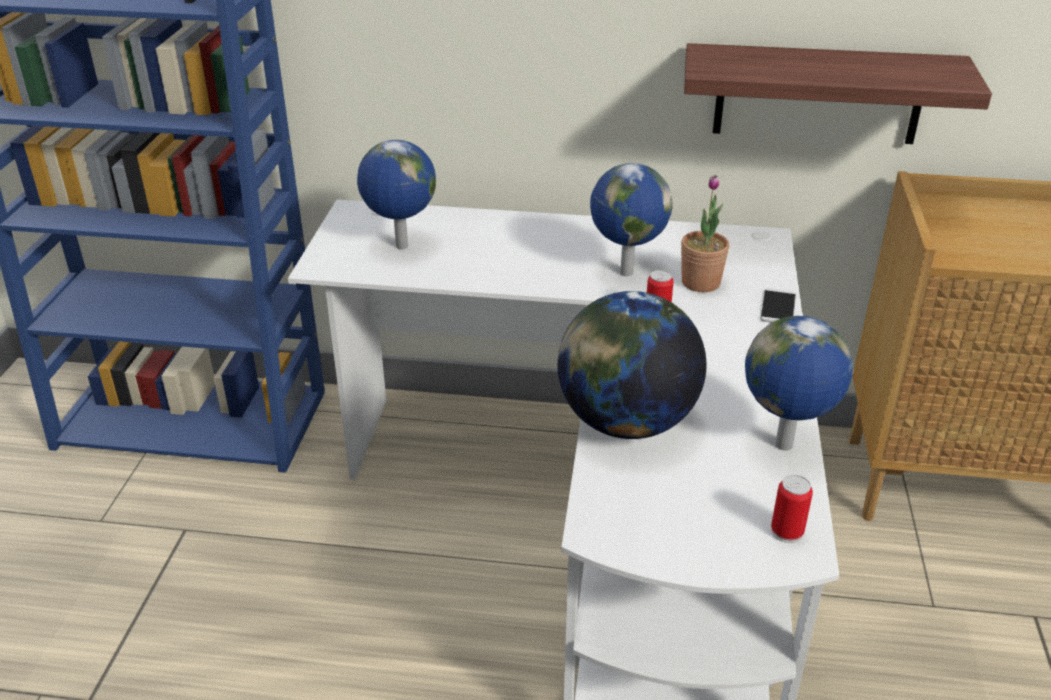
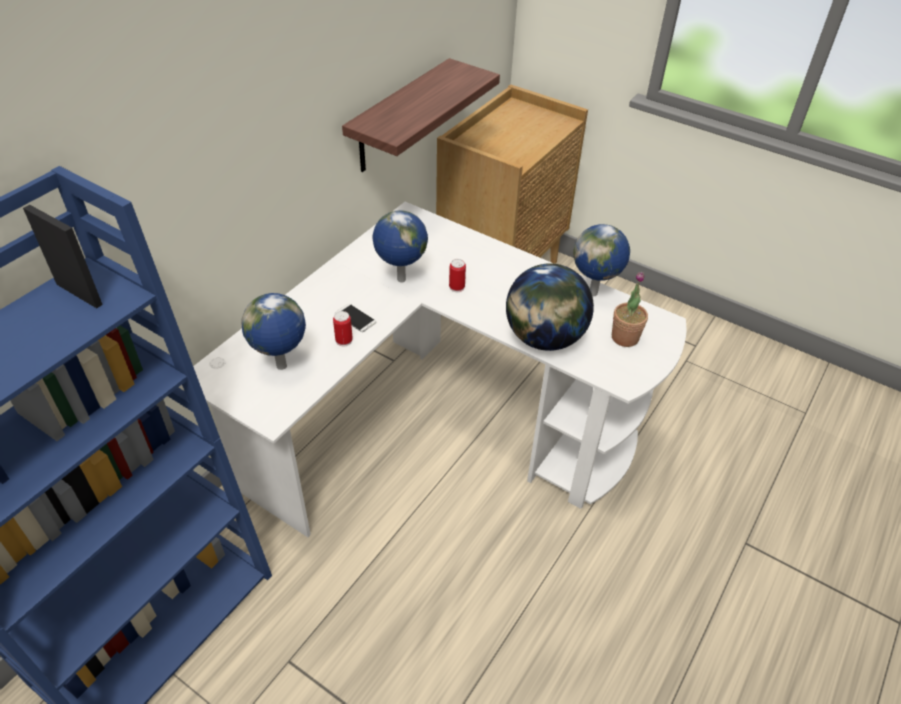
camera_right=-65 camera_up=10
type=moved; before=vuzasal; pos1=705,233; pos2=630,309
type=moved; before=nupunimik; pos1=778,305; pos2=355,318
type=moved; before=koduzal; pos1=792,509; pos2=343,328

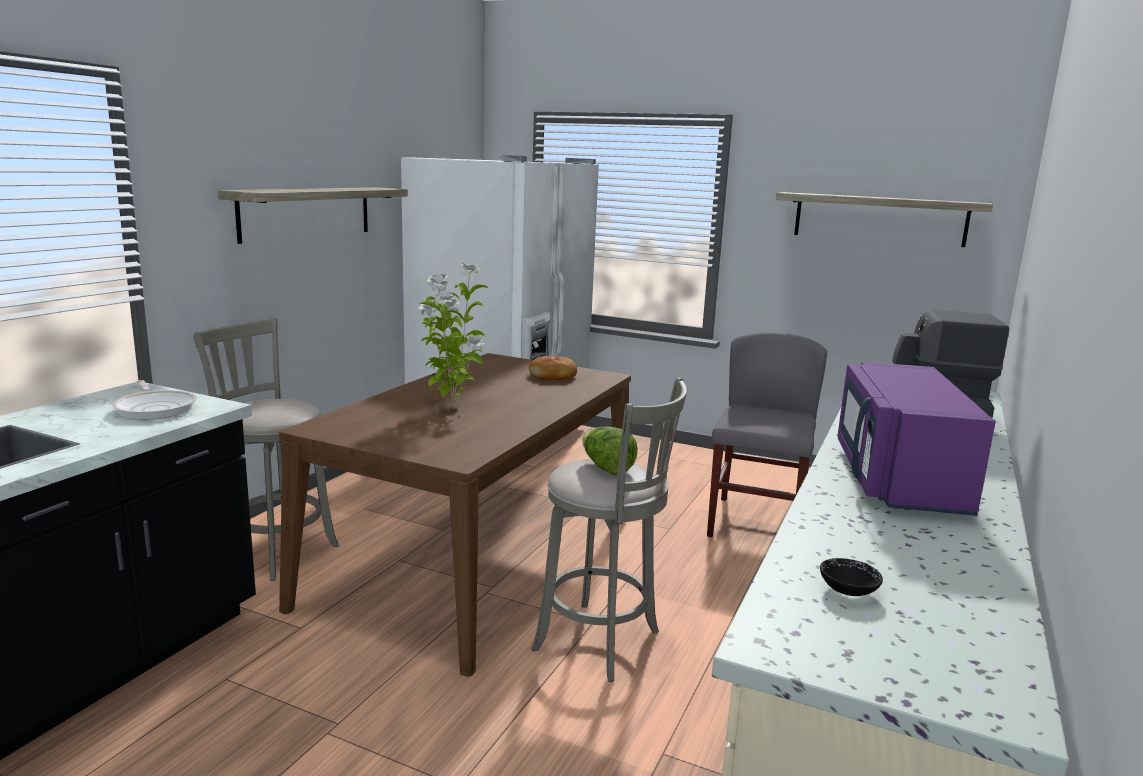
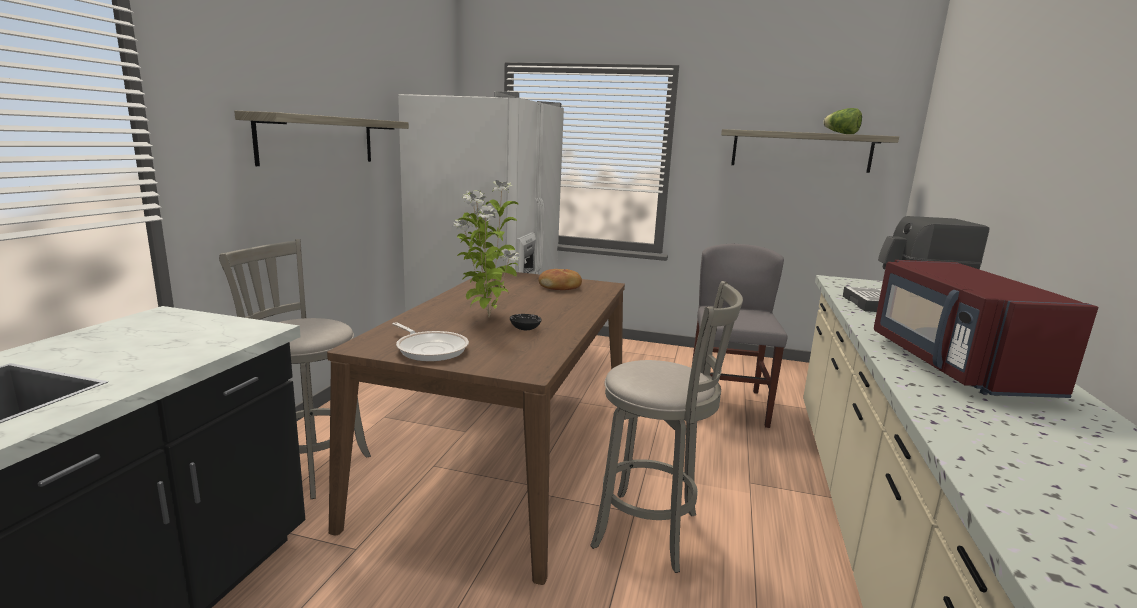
camera_right=-10 camera_up=0
type=recoloured; before=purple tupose; after=red tupose; pos1=917,439; pos2=986,329
type=moved; before=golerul; pos1=154,399; pos2=430,341
type=moved; before=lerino; pos1=610,451; pos2=842,121
type=moved; before=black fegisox; pos1=851,577; pos2=526,322

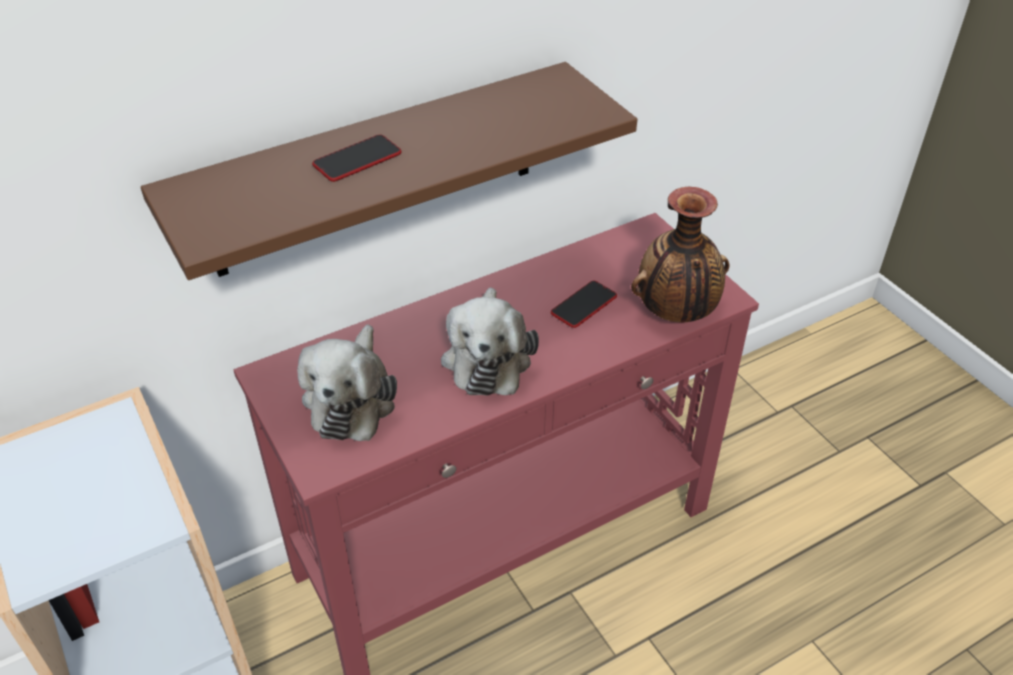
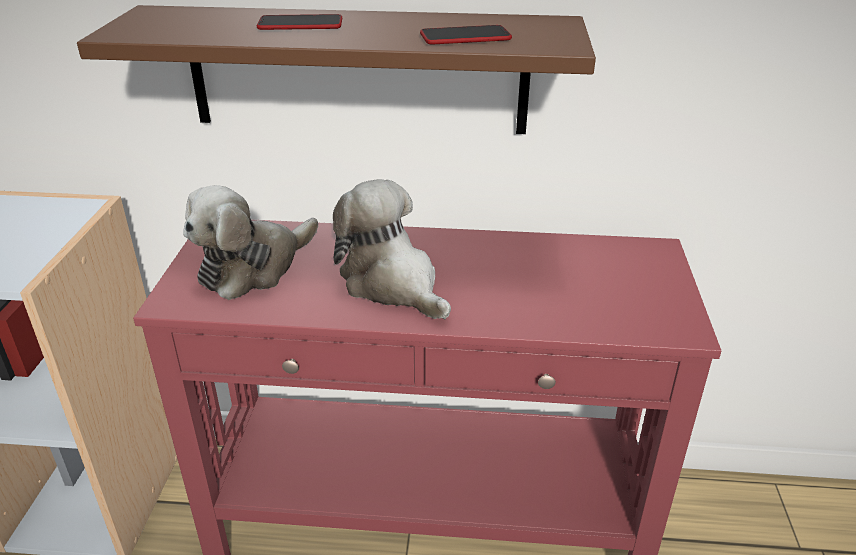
camera_right=35 camera_up=-10
type=removed; before=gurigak; pos1=680,254
type=moved; before=nupunimik; pos1=584,304; pos2=466,34
type=turned; before=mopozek; pos1=490,341; pos2=392,249; turn=105

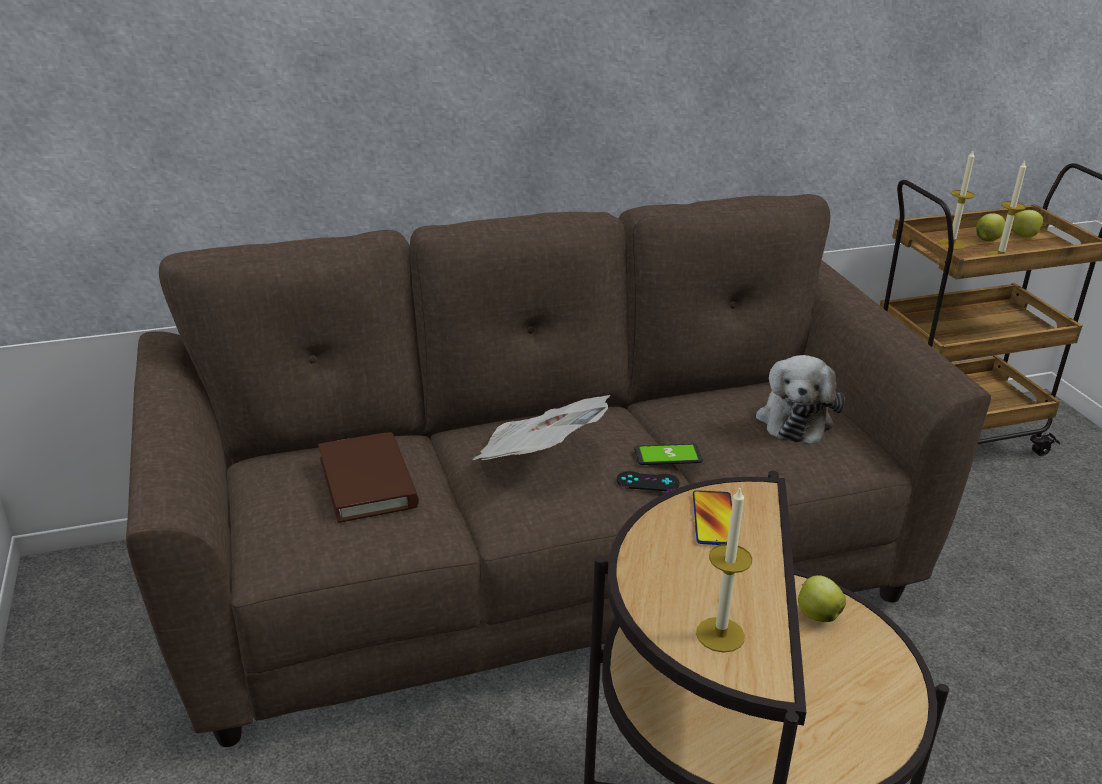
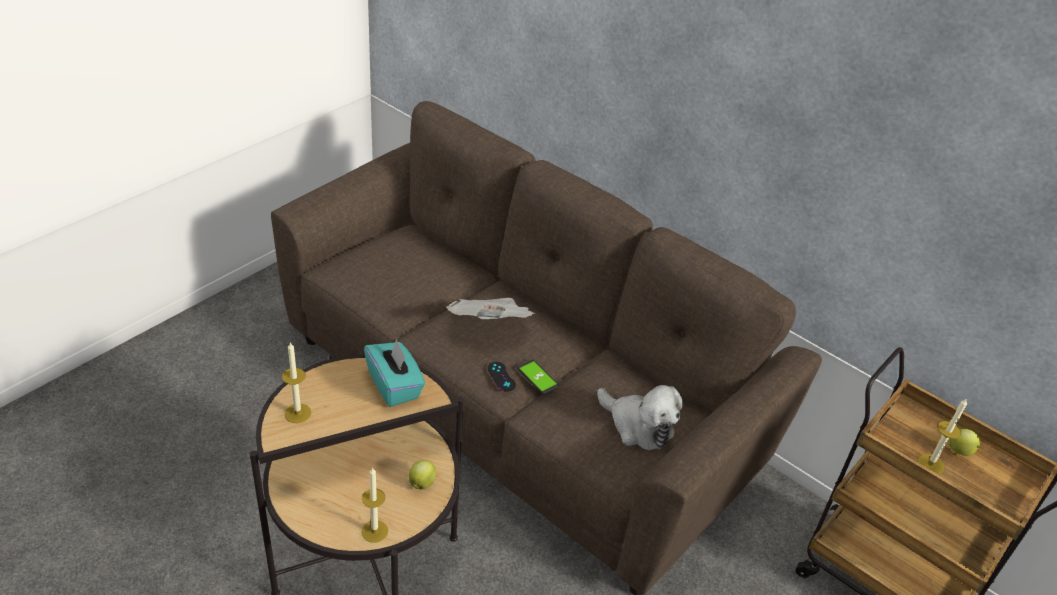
camera_right=55 camera_up=10
type=moved; before=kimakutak; pos1=956,200; pos2=374,505
type=removed; before=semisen; pos1=1028,223
type=turned; before=mopozek; pos1=800,399; pos2=640,417; turn=-120
type=removed; before=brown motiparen; pos1=368,477
type=replaced; before=nupunimik; after=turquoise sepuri; pos1=712,517; pos2=394,373

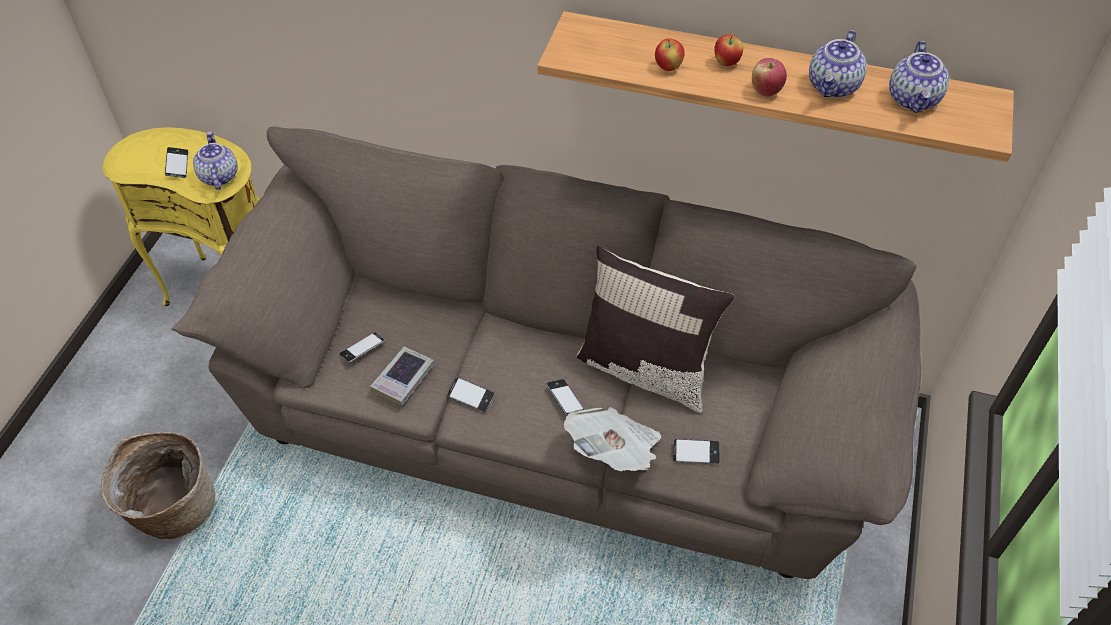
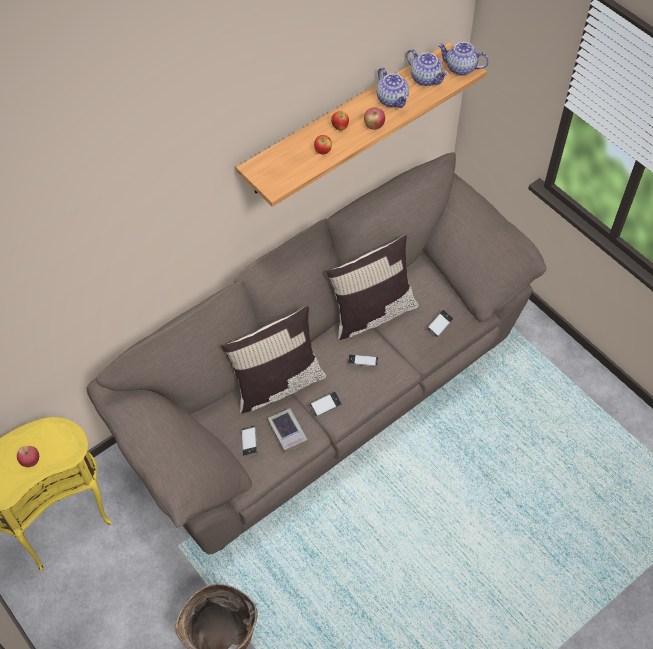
camera_right=-55 camera_up=5
type=moved; before=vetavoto; pos1=215,161; pos2=463,59
type=replaced; before=nupunimik; after=semisen; pos1=176,162; pos2=28,456
type=removed; before=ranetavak; pos1=612,439
type=added; after=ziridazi; pos2=273,359

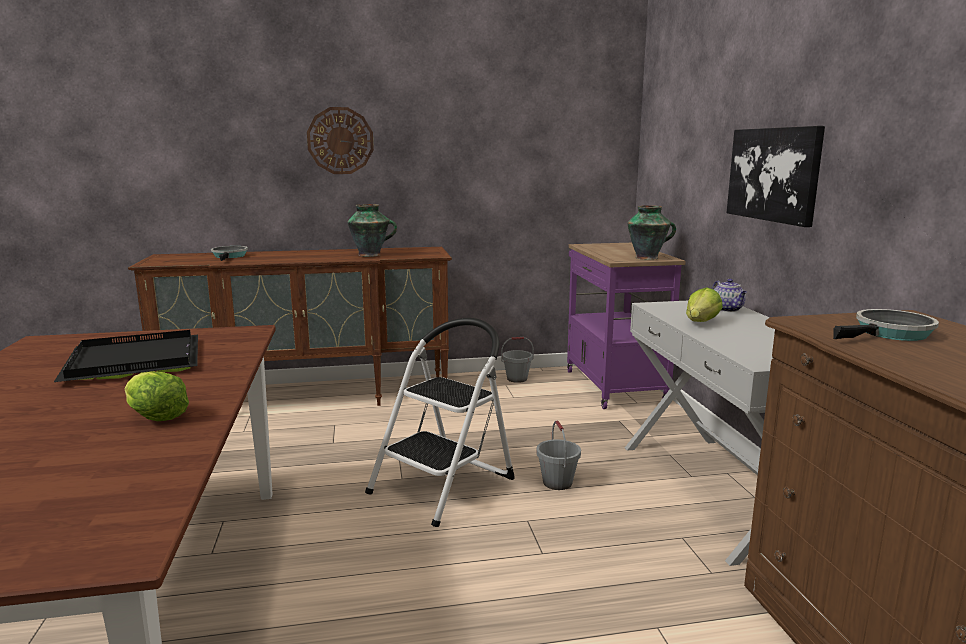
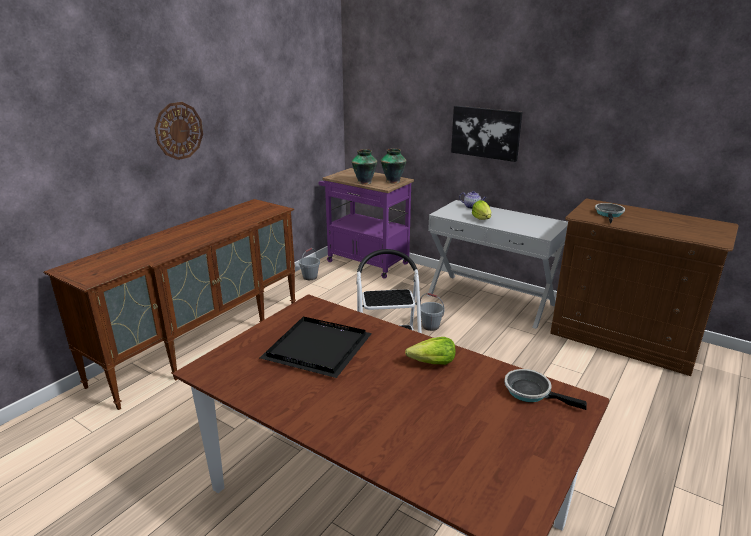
camera_right=-45 camera_up=10
type=moved; before=gurigak; pos1=372,230; pos2=365,166
type=moved; before=golerul; pos1=229,253; pos2=545,389

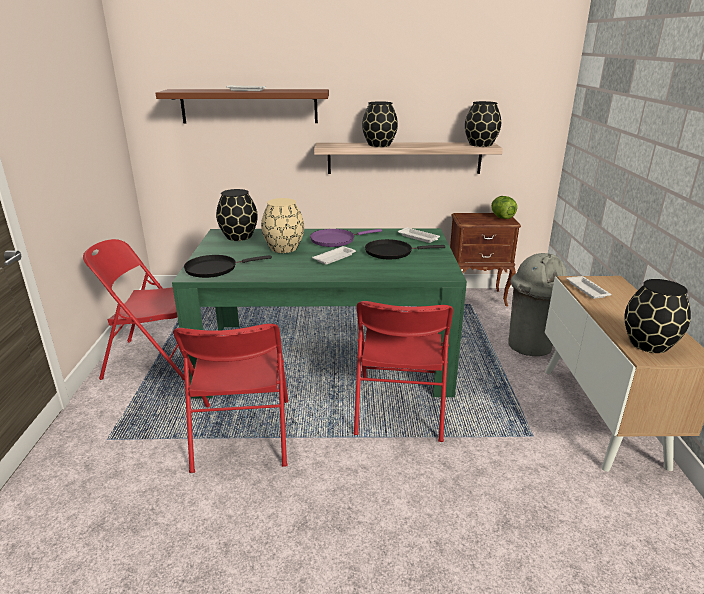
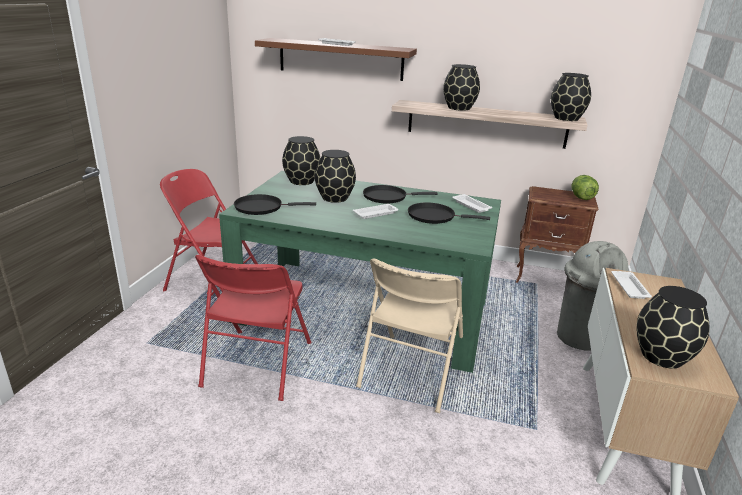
camera_right=15 camera_up=0
type=recoloured; before=beige gurigak; after=black gurigak; pos1=282,225; pos2=335,176
type=recoloured; before=purple golerul; after=black golerul; pos1=346,238; pos2=400,194
type=recoloured; before=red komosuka; after=beige komosuka; pos1=403,371; pos2=409,335

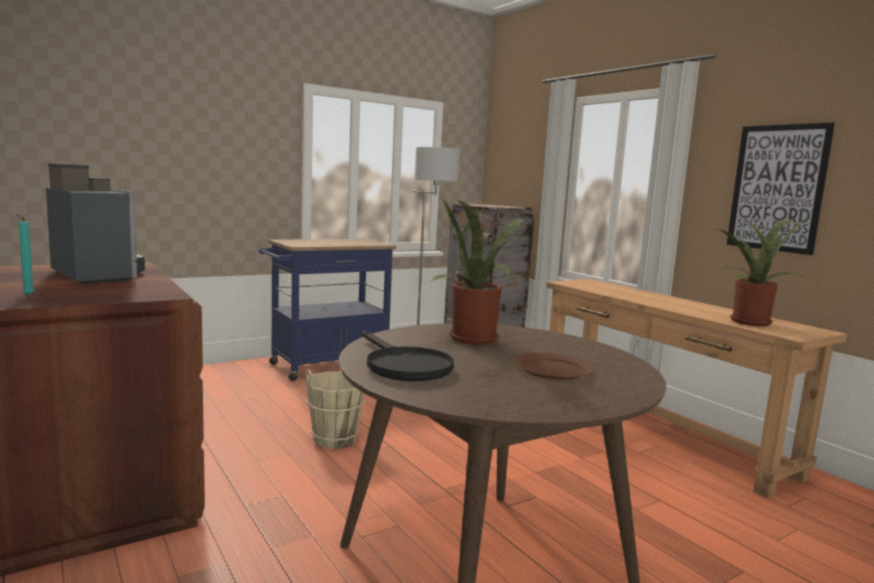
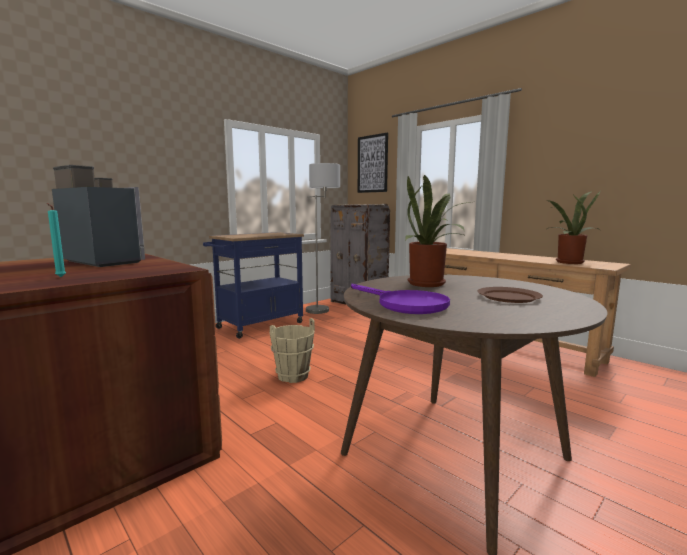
camera_right=-10 camera_up=0
type=moved; before=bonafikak; pos1=781,188; pos2=373,163
type=recoloured; before=black golerul; after=purple golerul; pos1=408,356; pos2=400,299

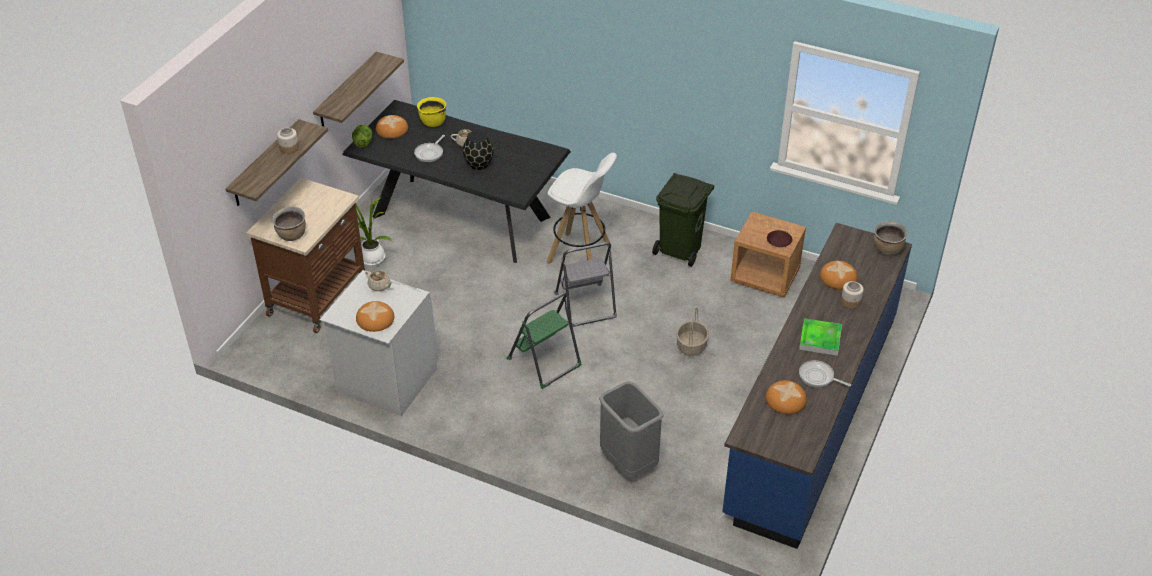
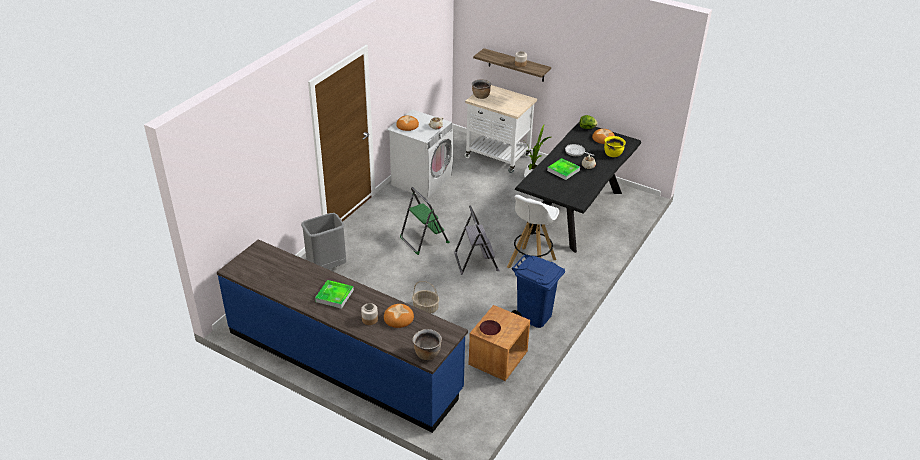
camera_right=95 camera_up=-5
type=removed; before=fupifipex; pos1=358,89
type=replaced; before=black gurigak; after=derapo; pos1=478,150; pos2=563,169
type=recoloured; before=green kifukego; after=blue kifukego; pos1=683,220; pos2=538,291
type=recoloured; before=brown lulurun; after=white lulurun; pos1=305,255; pos2=501,129
type=removed; before=golerul; pos1=825,374
type=removed; before=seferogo; pos1=786,397

